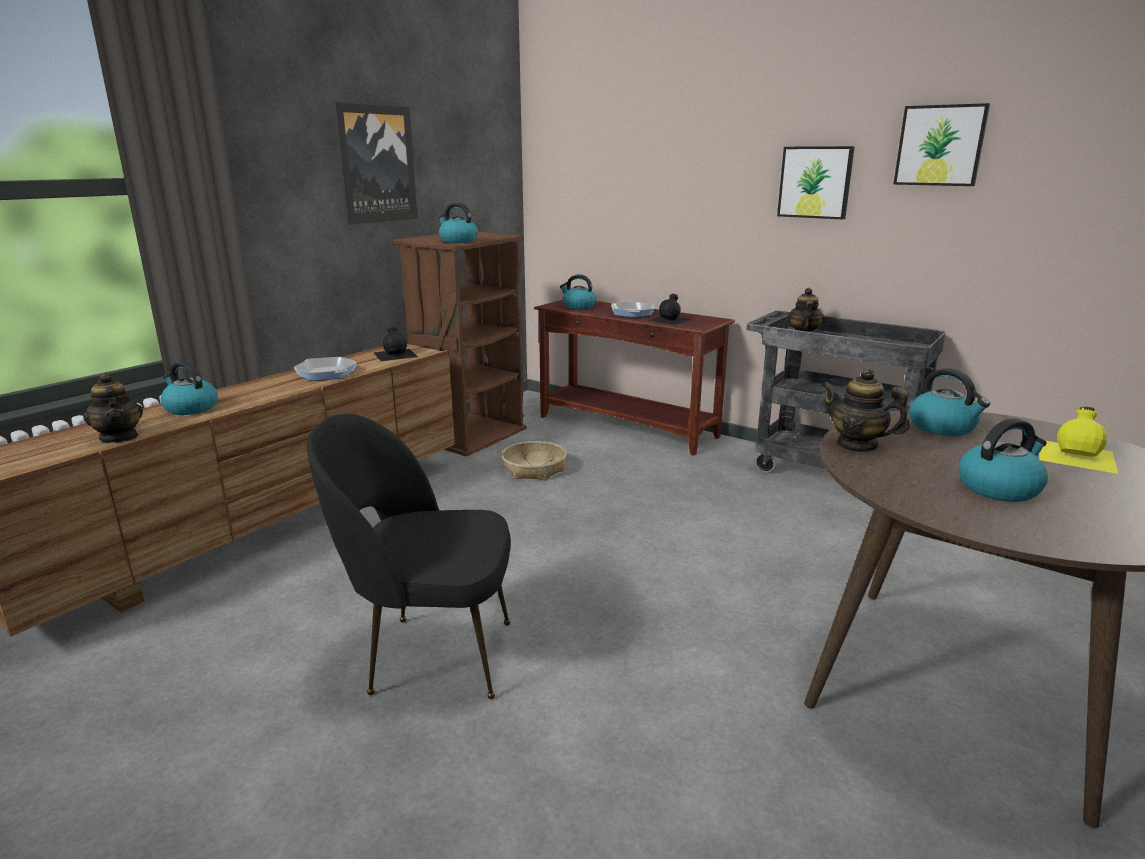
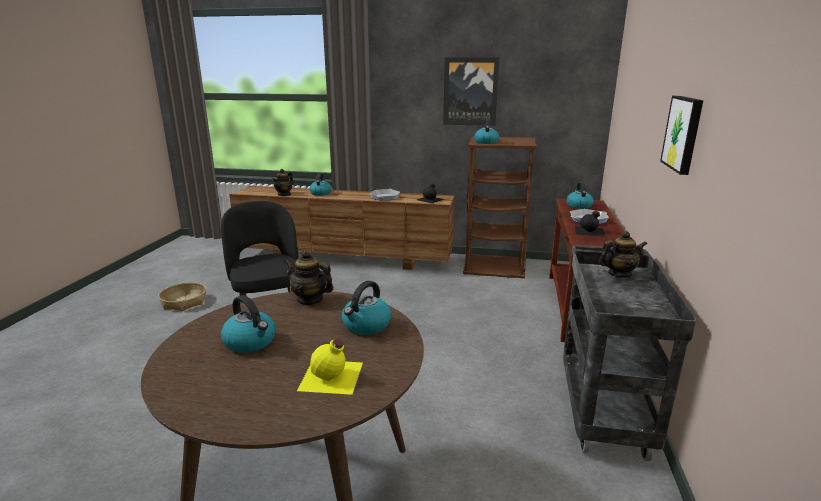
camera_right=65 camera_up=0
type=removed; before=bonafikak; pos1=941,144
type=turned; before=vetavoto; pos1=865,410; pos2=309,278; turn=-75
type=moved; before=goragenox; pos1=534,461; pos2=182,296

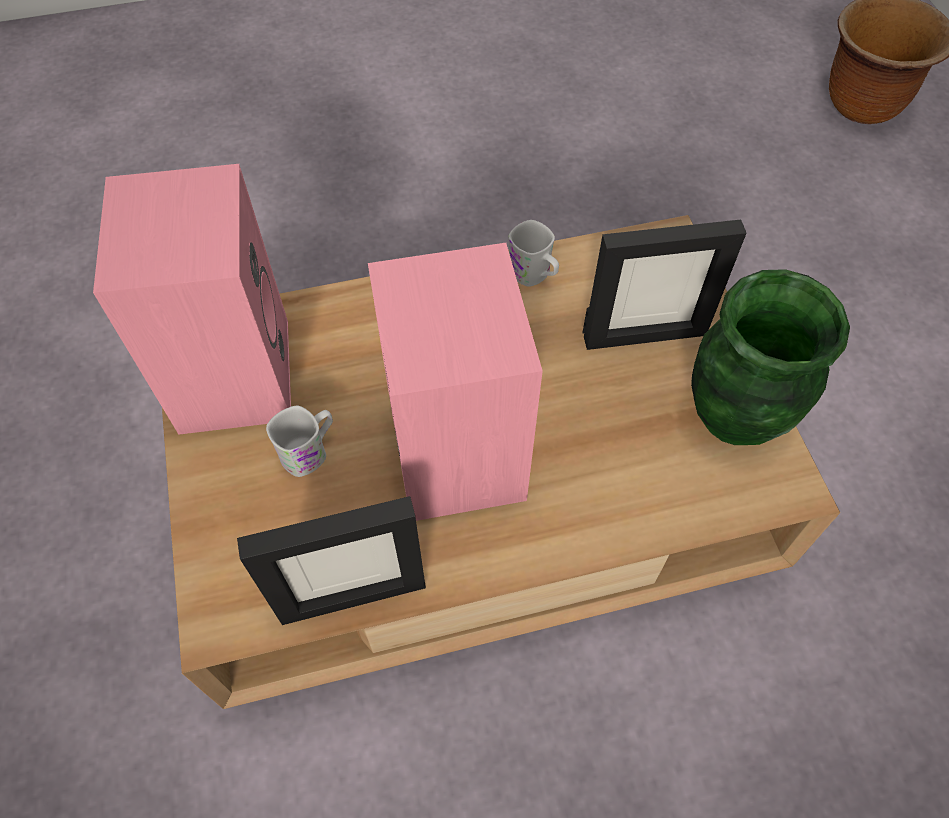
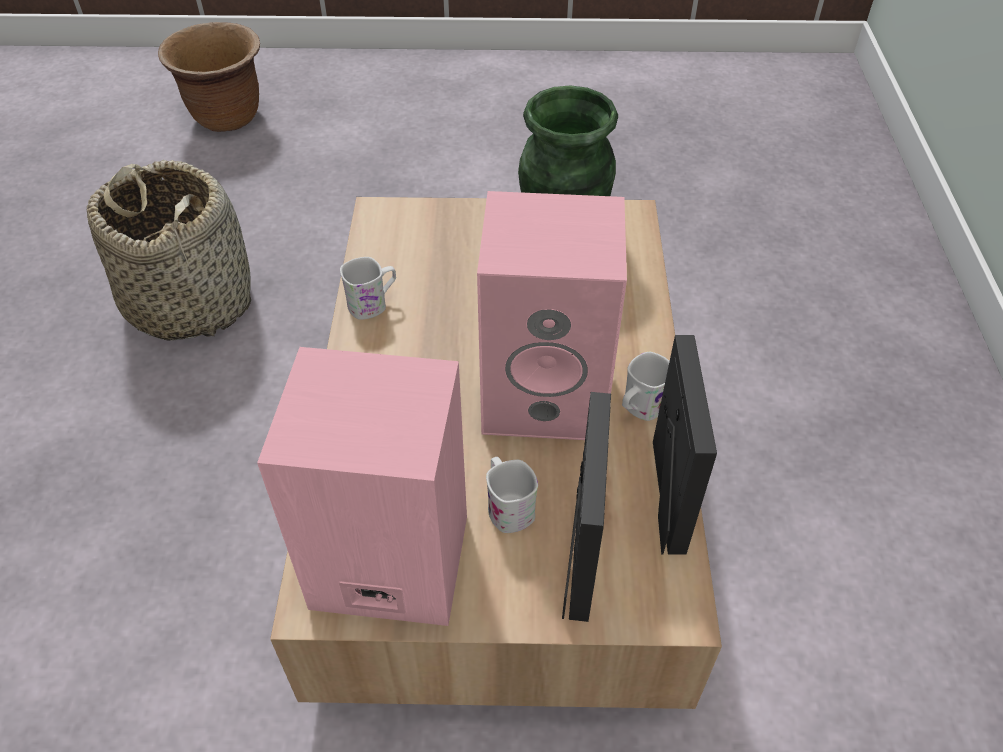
camera_right=-75 camera_up=-10
type=moved; before=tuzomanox; pos1=664,284; pos2=586,507
type=added; after=goragenox; pos2=169,250
type=added; after=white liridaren; pos2=646,386

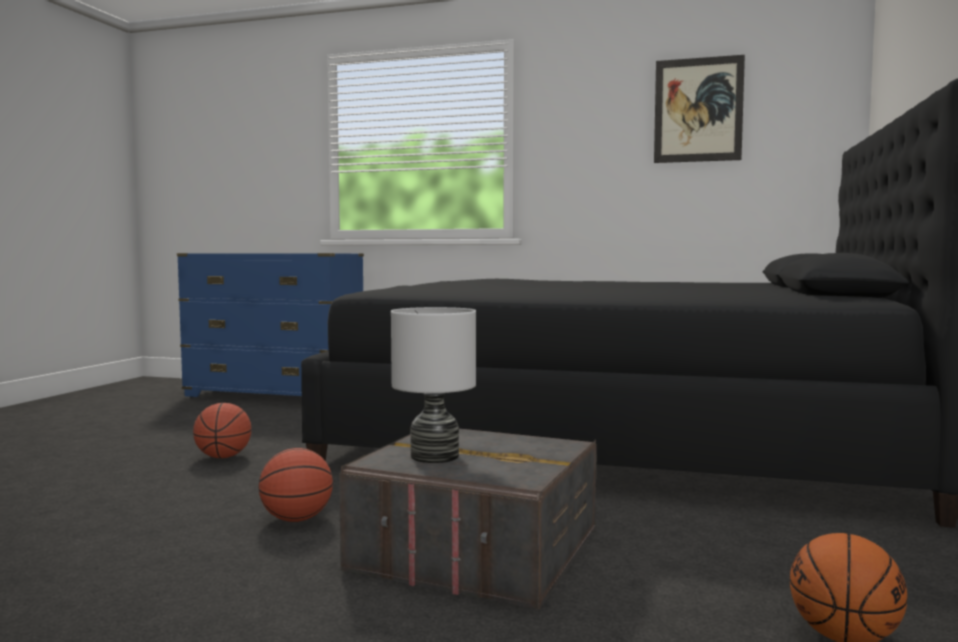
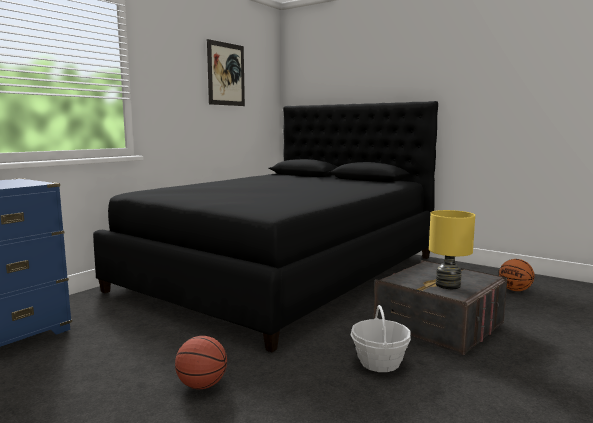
camera_right=-70 camera_up=5
type=recoloured; before=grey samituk; after=yellow samituk; pos1=433,385; pos2=452,249
type=replaced; before=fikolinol; after=goragenox; pos1=295,485; pos2=381,338

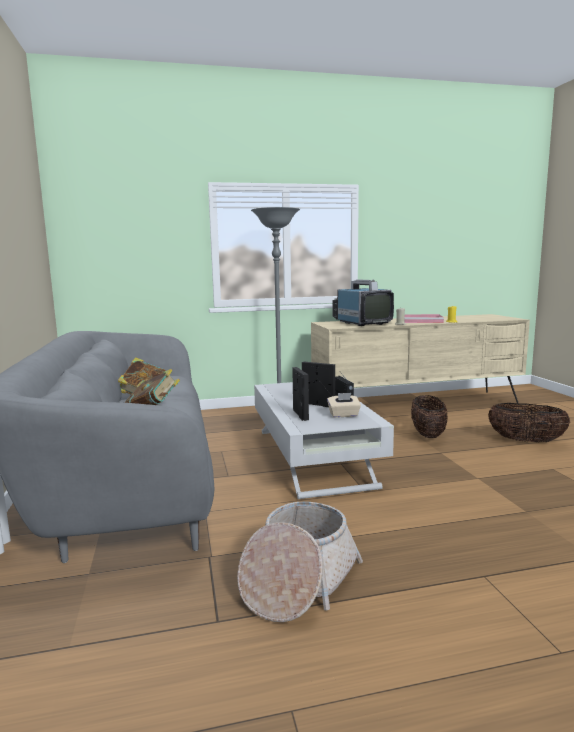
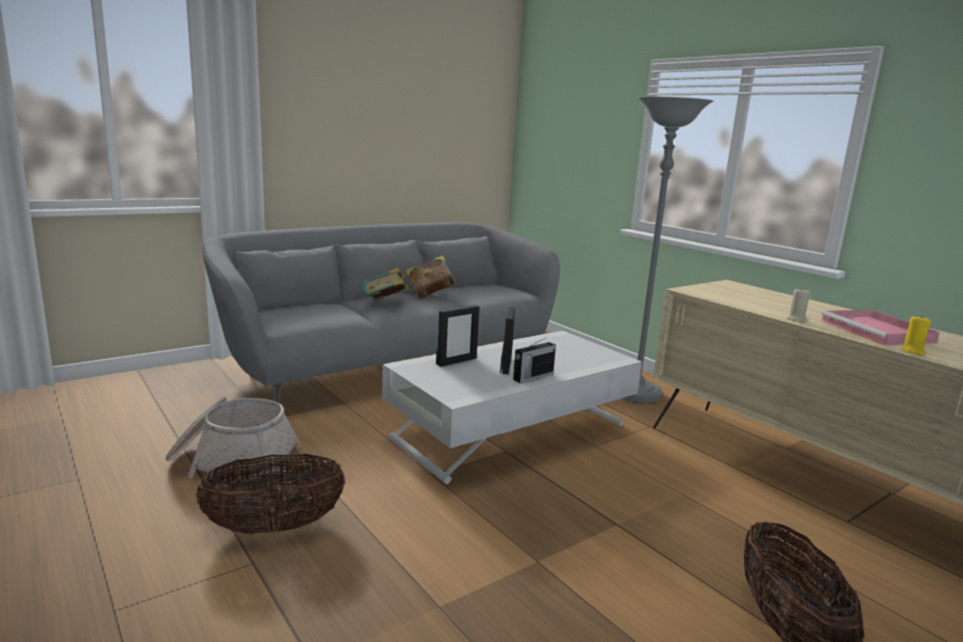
camera_right=65 camera_up=5
type=removed; before=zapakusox; pos1=363,302
type=removed; before=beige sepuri; pos1=344,405
type=moved; before=goragenox; pos1=429,416; pos2=270,494

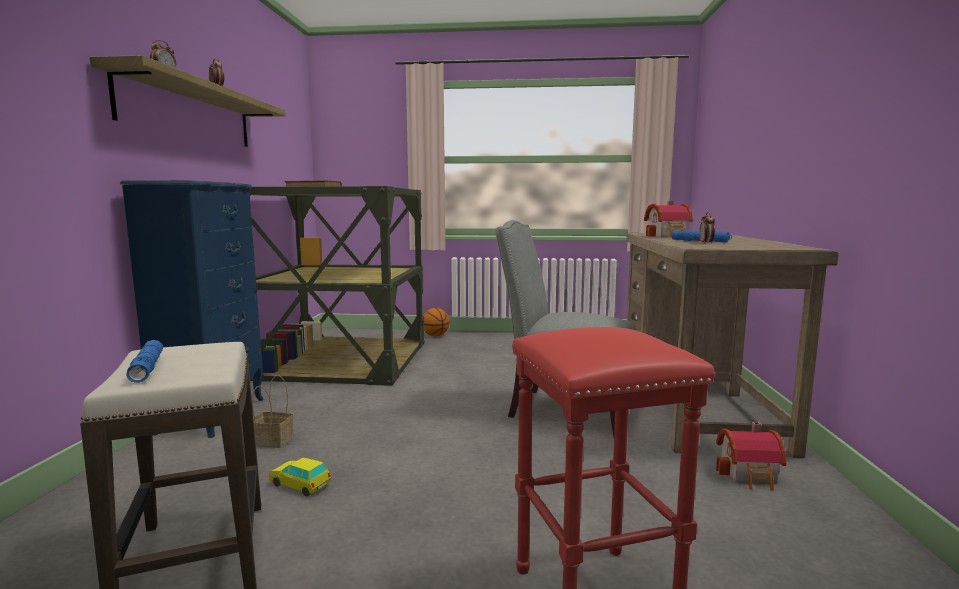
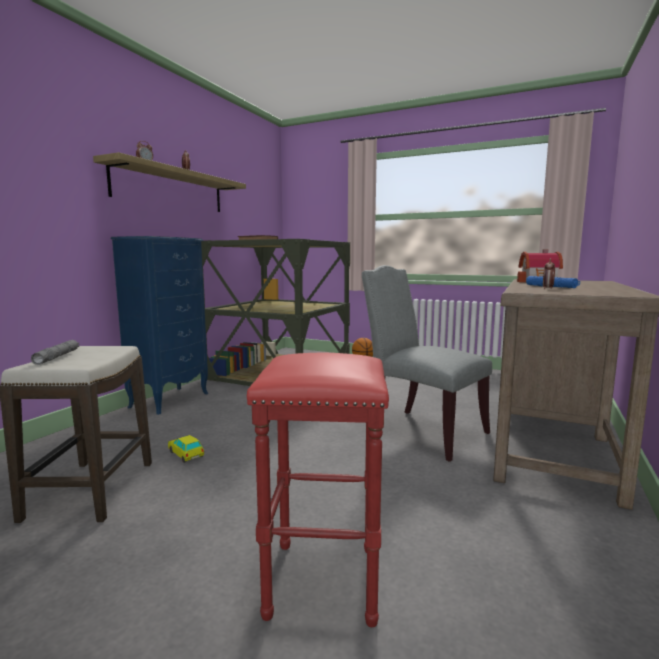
camera_right=20 camera_up=0
type=recoloured; before=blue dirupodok; after=grey dirupodok; pos1=144,361; pos2=55,352
type=removed; before=goragenox; pos1=272,411
type=removed; before=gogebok; pos1=751,456

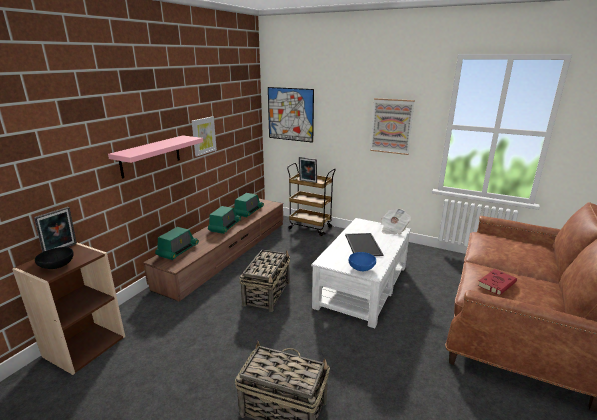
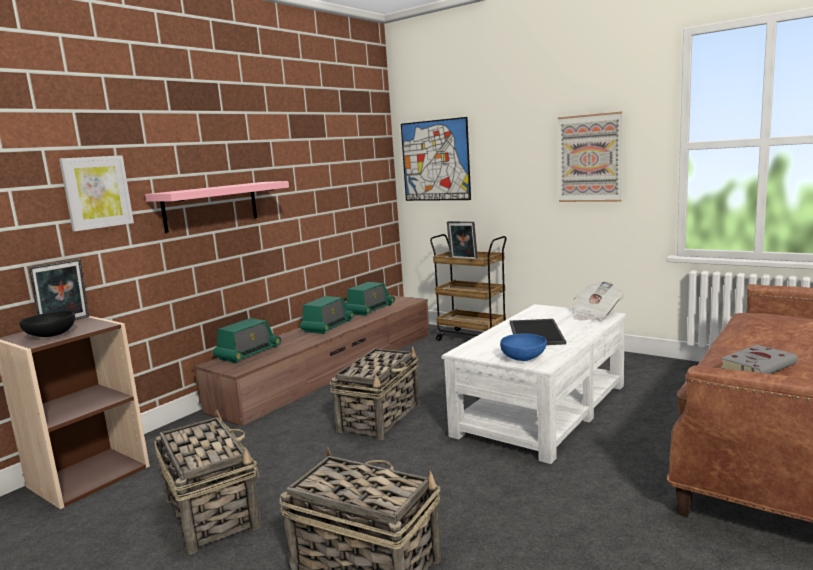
camera_right=10 camera_up=-10
type=moved; before=bonafikak; pos1=204,136; pos2=96,193
type=recoloured; before=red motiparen; after=grey motiparen; pos1=497,282; pos2=758,359
type=added; after=goragenox; pos2=207,482

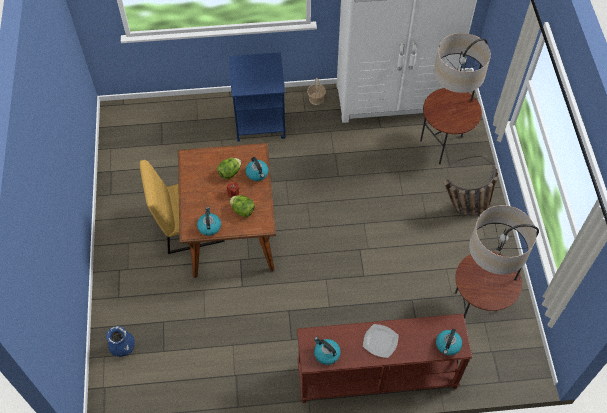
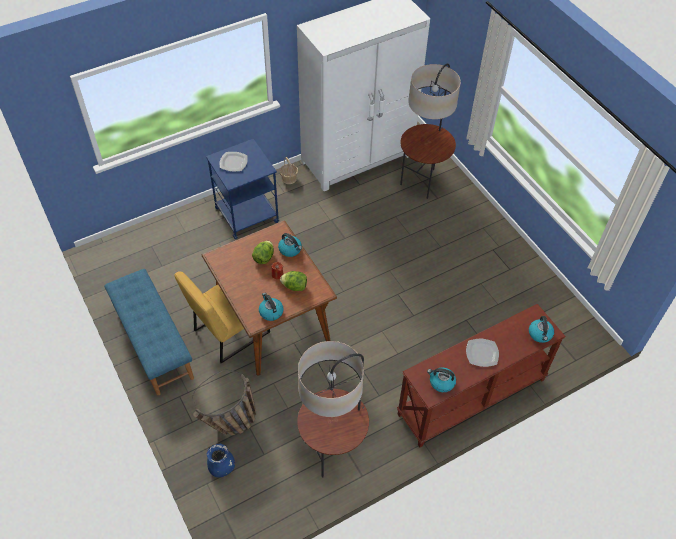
camera_right=-25 camera_up=-5
type=moved; before=goragenox; pos1=470,186; pos2=224,402
type=moved; before=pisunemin; pos1=497,262; pos2=333,409
type=added; after=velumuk; pos2=234,161
type=added; after=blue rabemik; pos2=149,332

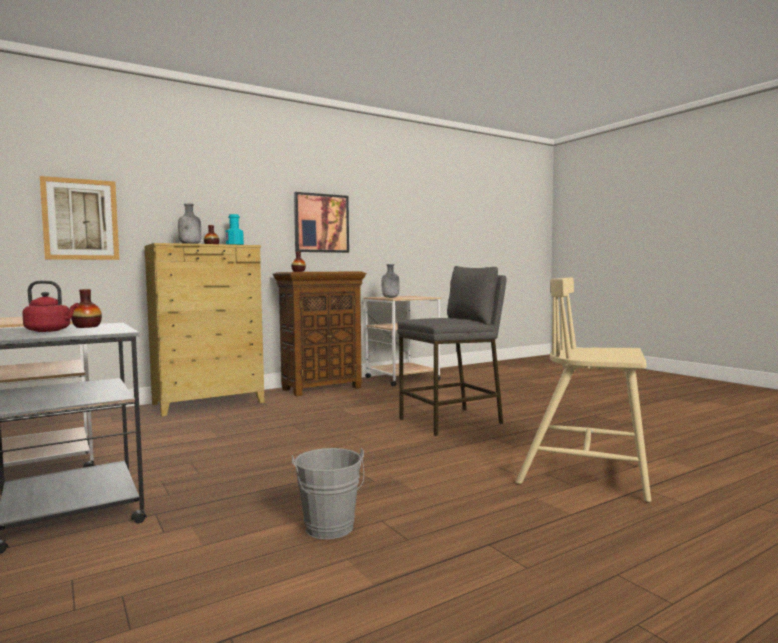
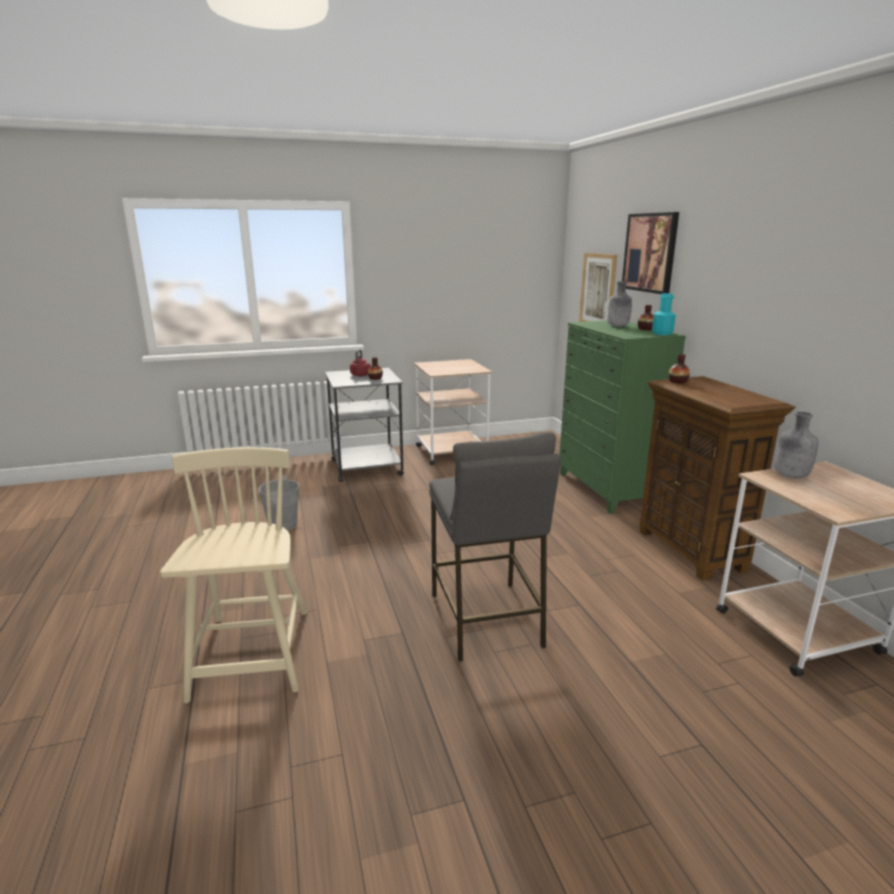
camera_right=105 camera_up=15
type=moved; before=bonafikak; pos1=321,222; pos2=650,253
type=recoloured; before=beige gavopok; after=green gavopok; pos1=204,329; pos2=622,417
type=turned; before=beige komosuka; pos1=583,389; pos2=233,575; turn=-45

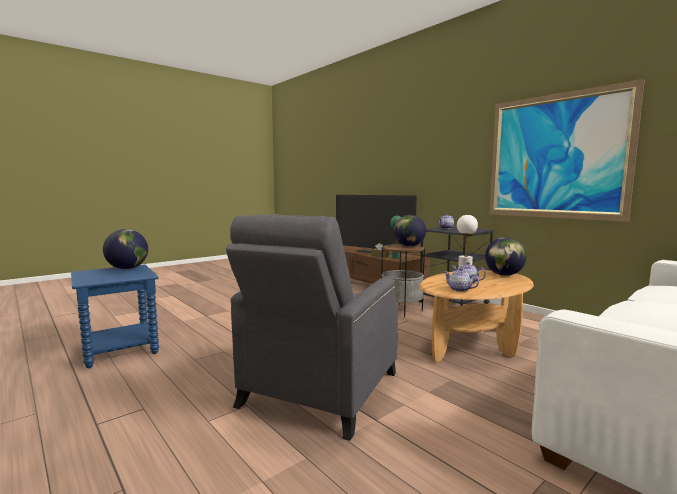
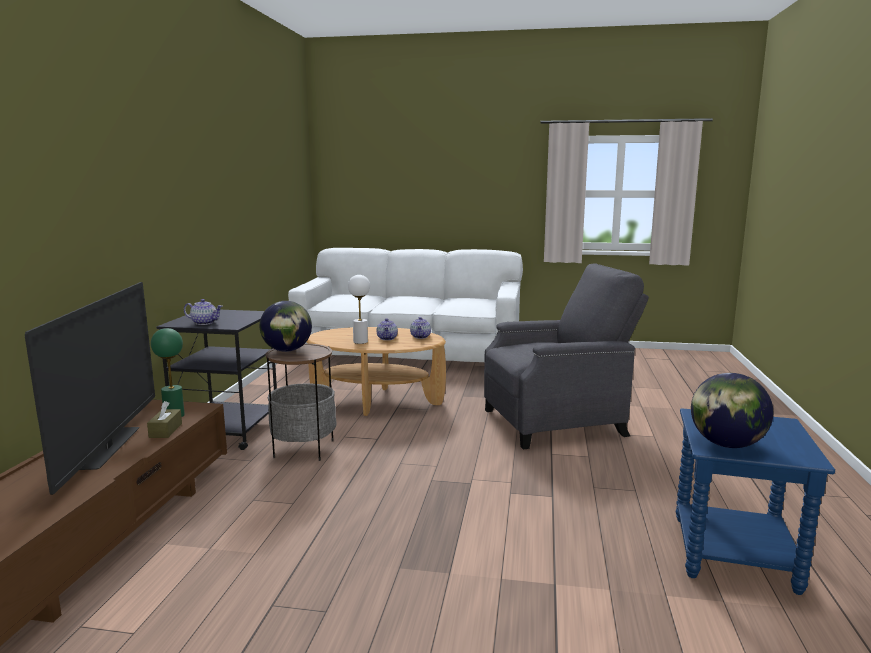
camera_right=-130 camera_up=5
type=removed; before=bonafikak; pos1=567,150
type=removed; before=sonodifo; pos1=506,256

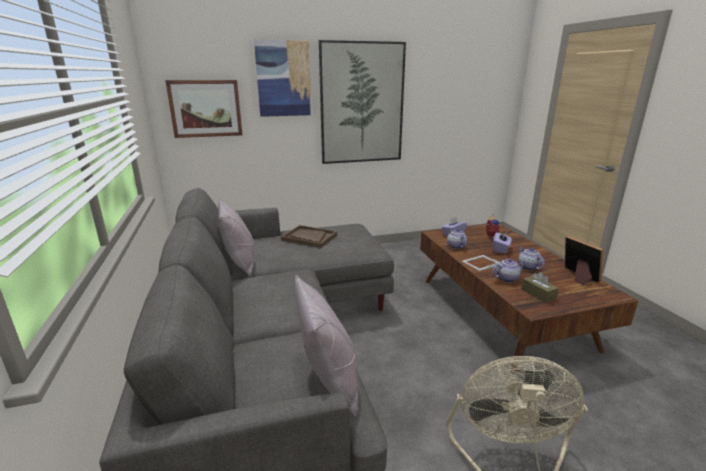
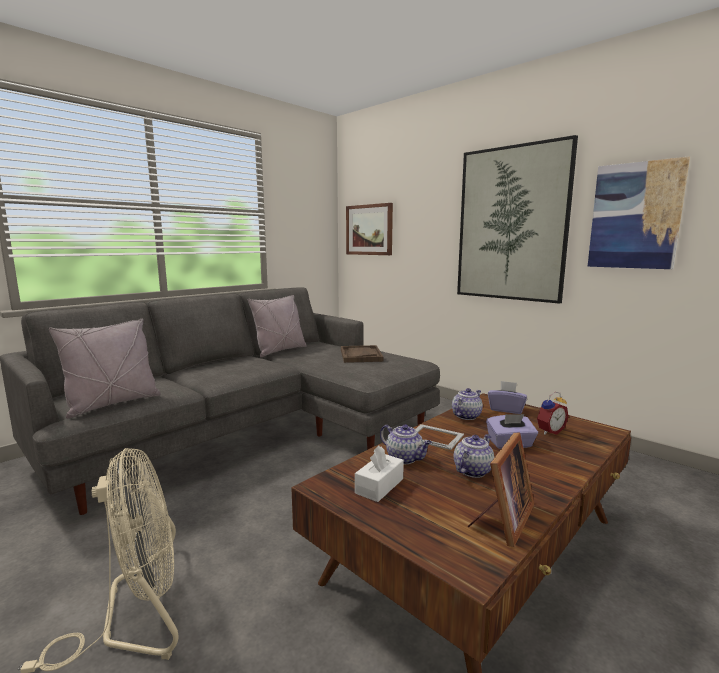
camera_right=60 camera_up=-10
type=moved; before=bonafikak; pos1=283,78; pos2=639,213
type=recoloured; before=brown sepuri; after=white sepuri; pos1=540,287; pos2=379,474

